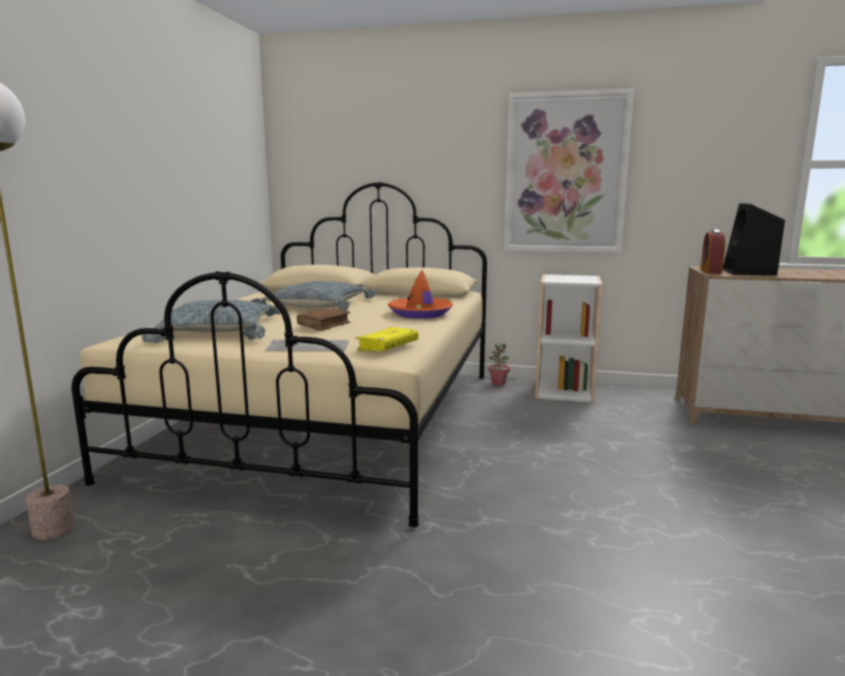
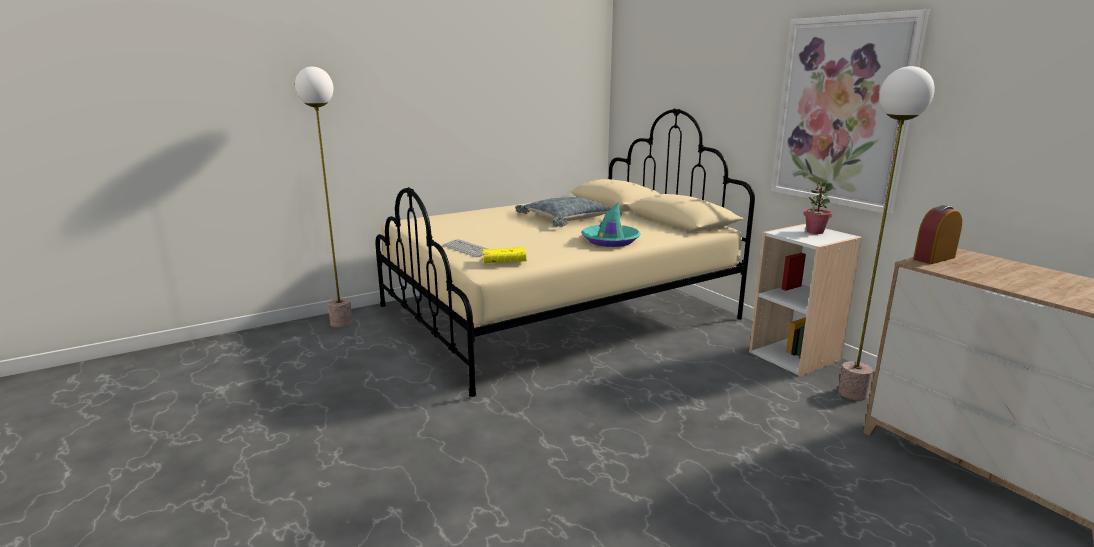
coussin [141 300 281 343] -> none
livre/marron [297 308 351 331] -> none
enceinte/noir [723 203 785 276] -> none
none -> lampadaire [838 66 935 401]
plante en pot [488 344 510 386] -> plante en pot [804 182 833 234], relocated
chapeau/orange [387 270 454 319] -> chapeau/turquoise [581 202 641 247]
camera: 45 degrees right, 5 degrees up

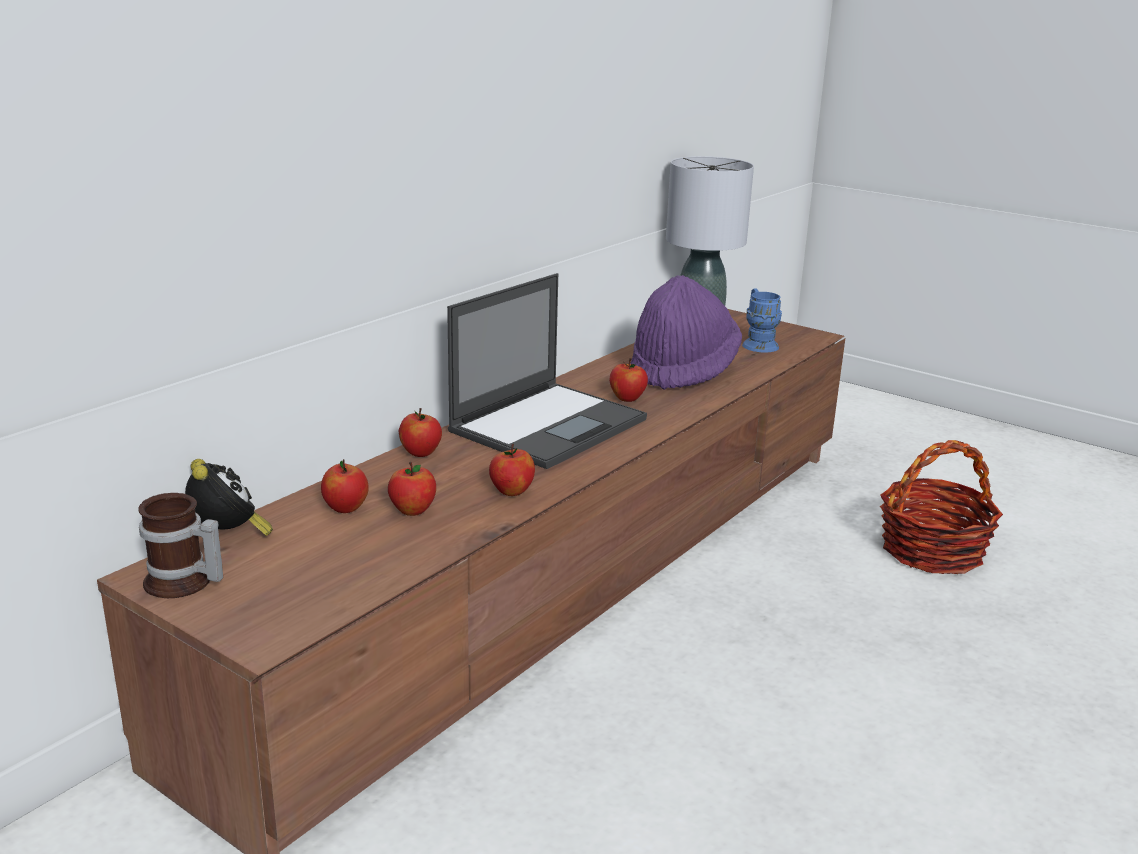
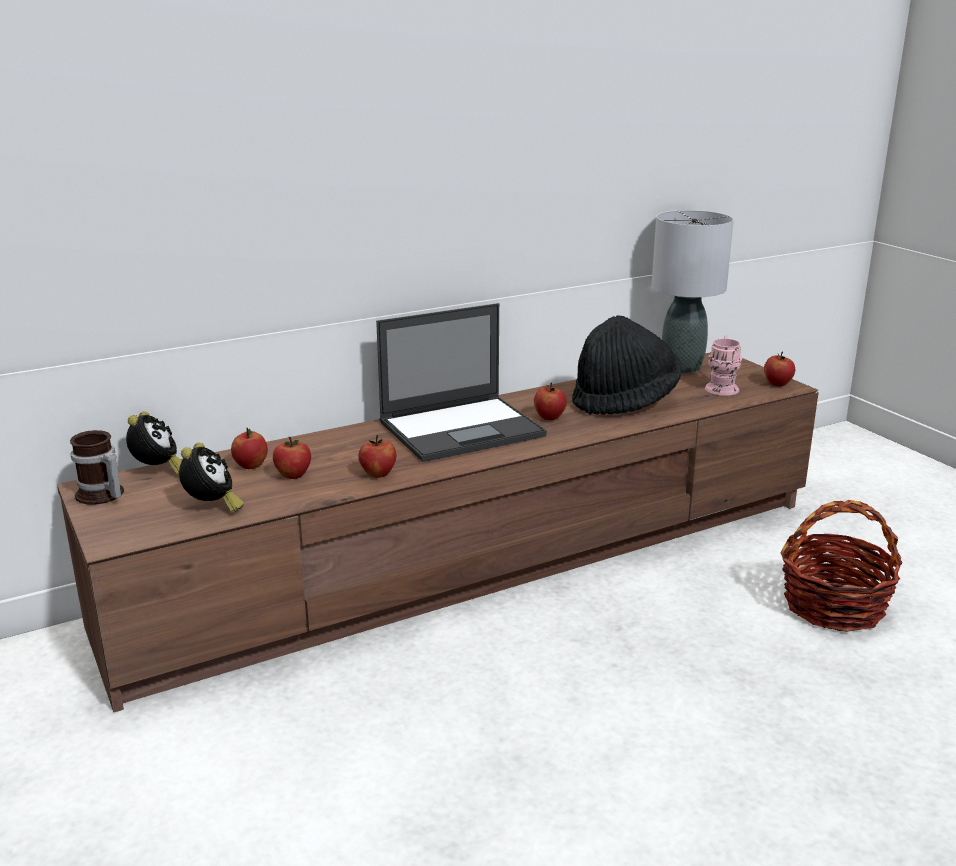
none -> réveil [179 443 244 512]
pomme [399 408 442 457] -> pomme [764 352 795 386], relocated
chapeau/violet [630 275 742 390] -> chapeau/noir [572 315 682 415]
mug/bleu [742 288 782 353] -> mug/rose [705 335 742 396]
camera: 25 degrees right, 0 degrees up

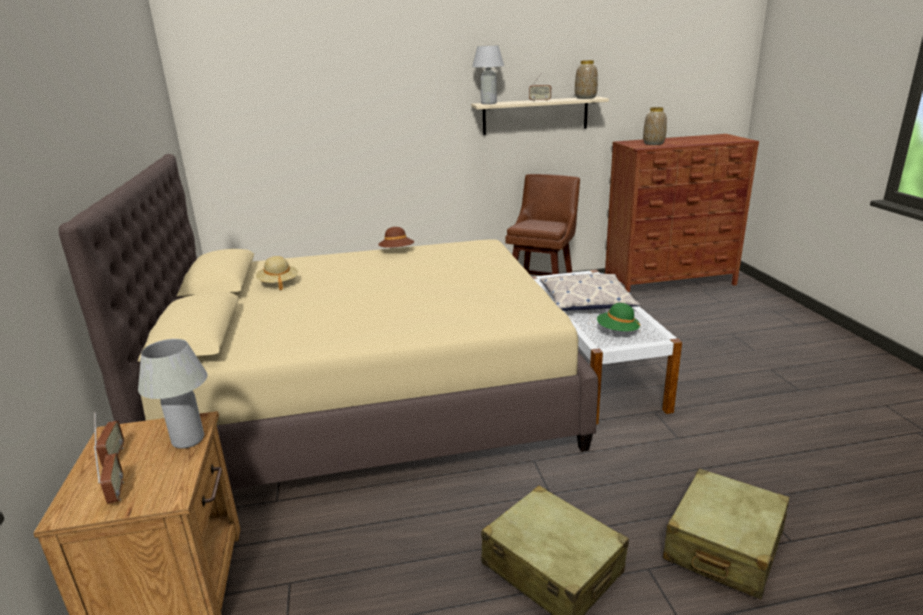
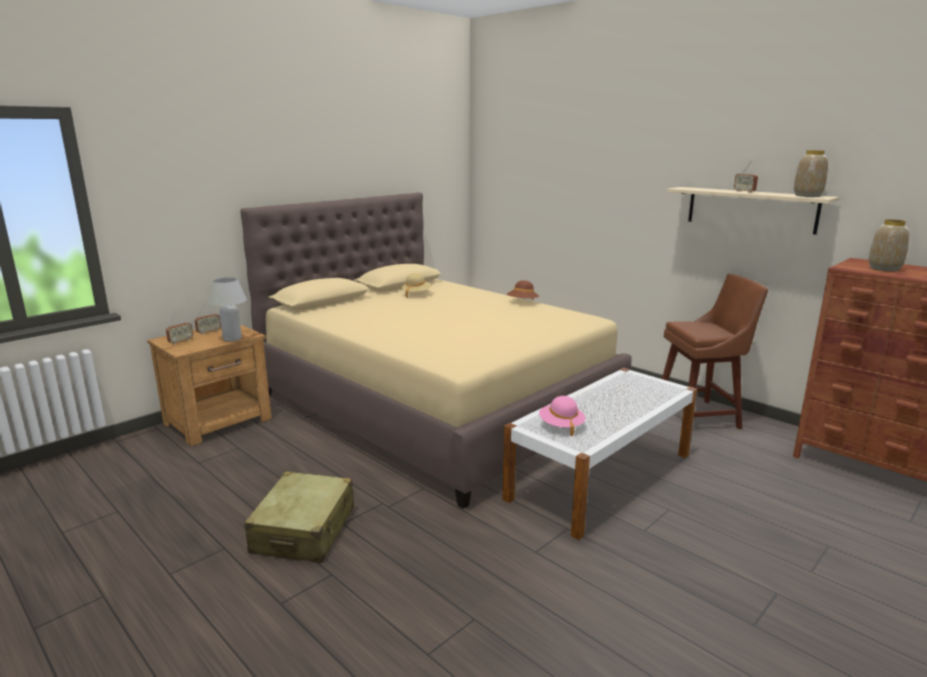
lampe de table/blanc [472 46 504 104] -> none
coussin [540 273 640 311] -> none
valise/beige [663 468 790 599] -> none
chapeau/vert [597 303 640 331] -> chapeau/rose [539 396 586 436]
camera: 55 degrees right, 5 degrees down

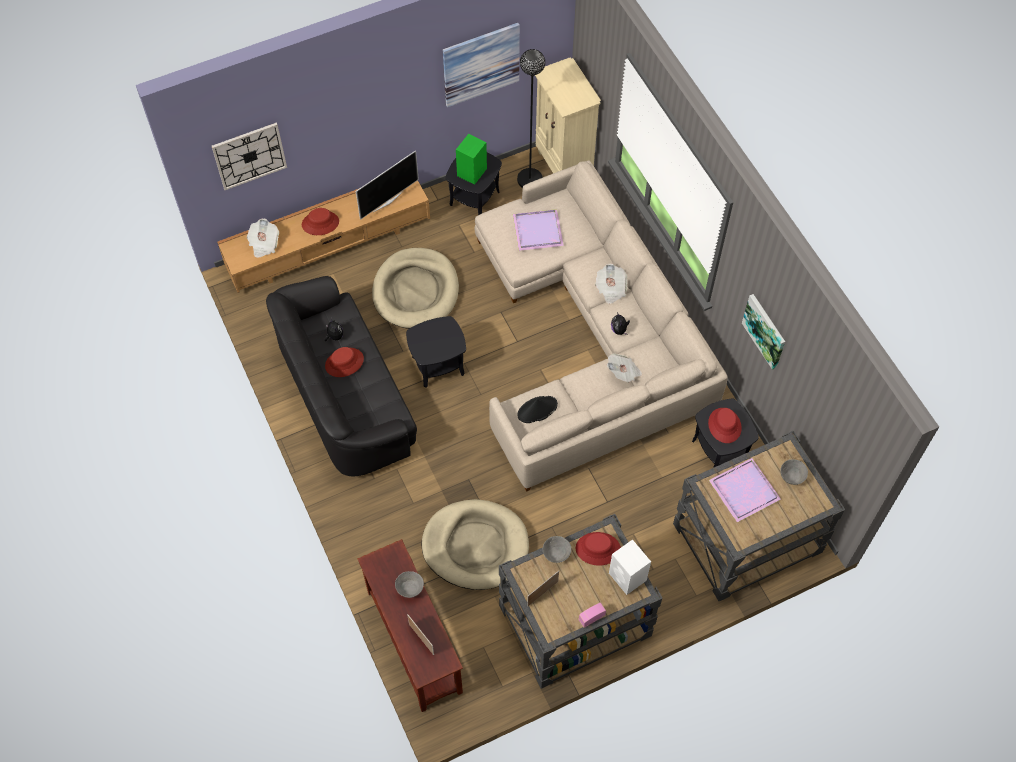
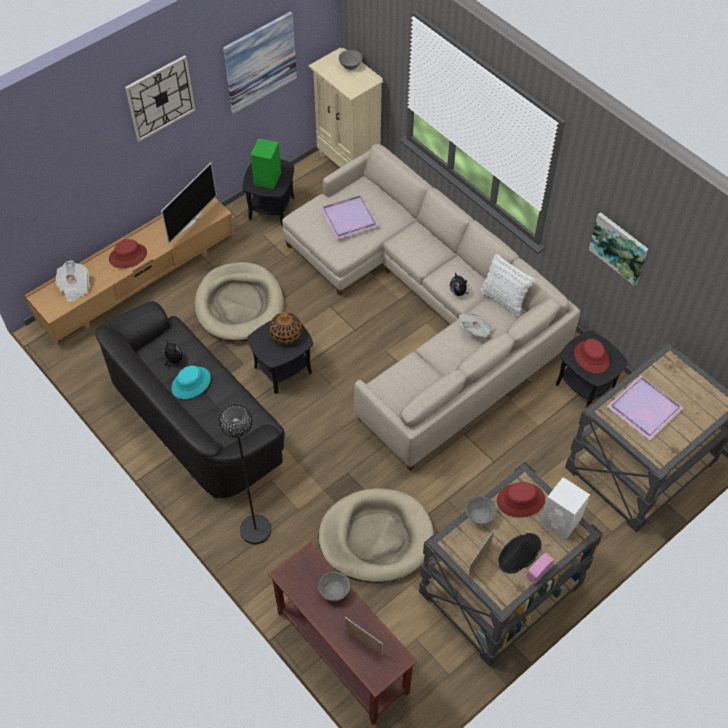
journal [595 263 627 304] -> none
none -> vase [269 312 302 344]
none -> coussin/blanc [481 254 535 316]
horloge murale [212 123 287 190] -> horloge murale [125 55 196 142], relocated
lampadaire/noir [517 49 545 188] -> lampadaire/noir [219 405 271 544], relocated
chapeau/noir [517 396 558 423] -> chapeau/noir [499 533 542 573], relocated
bol/gris [780 459 808 485] -> bol/gris [339 50 362 70], relocated
chapeau/rouge [325 347 364 377] -> chapeau/turquoise [171 366 211 399]
camera: 15 degrees left, 5 degrees down

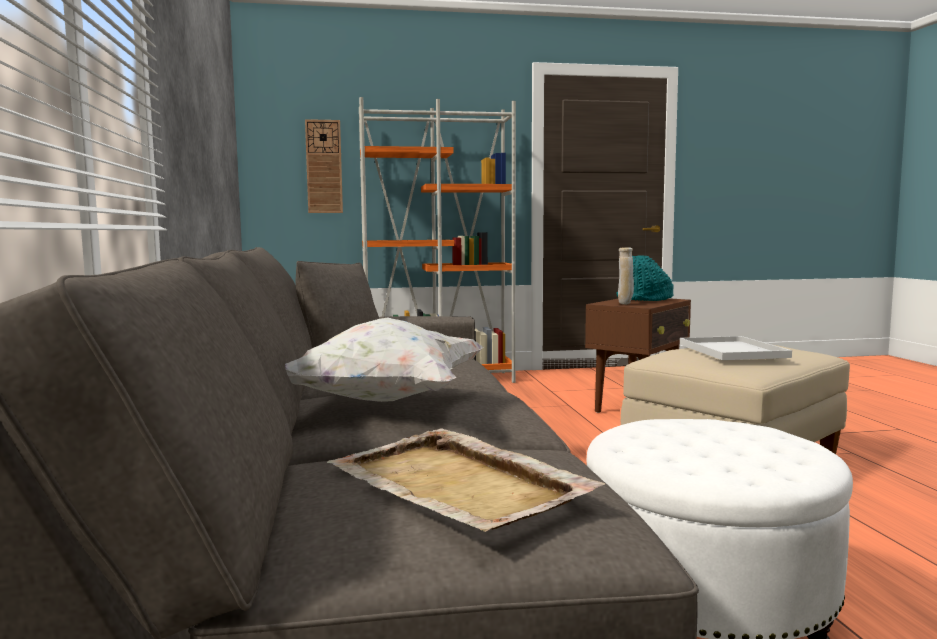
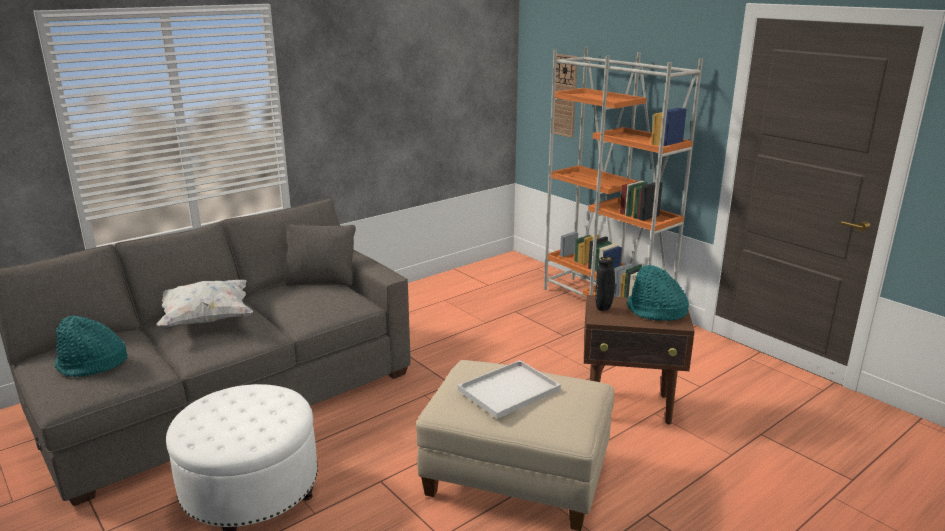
plateau/beige [327 428 605 532] -> chapeau/turquoise [54 316 128 377]
vase/beige [618 247 634 305] -> vase/noir [595 256 615 311]
camera: 60 degrees right, 15 degrees up

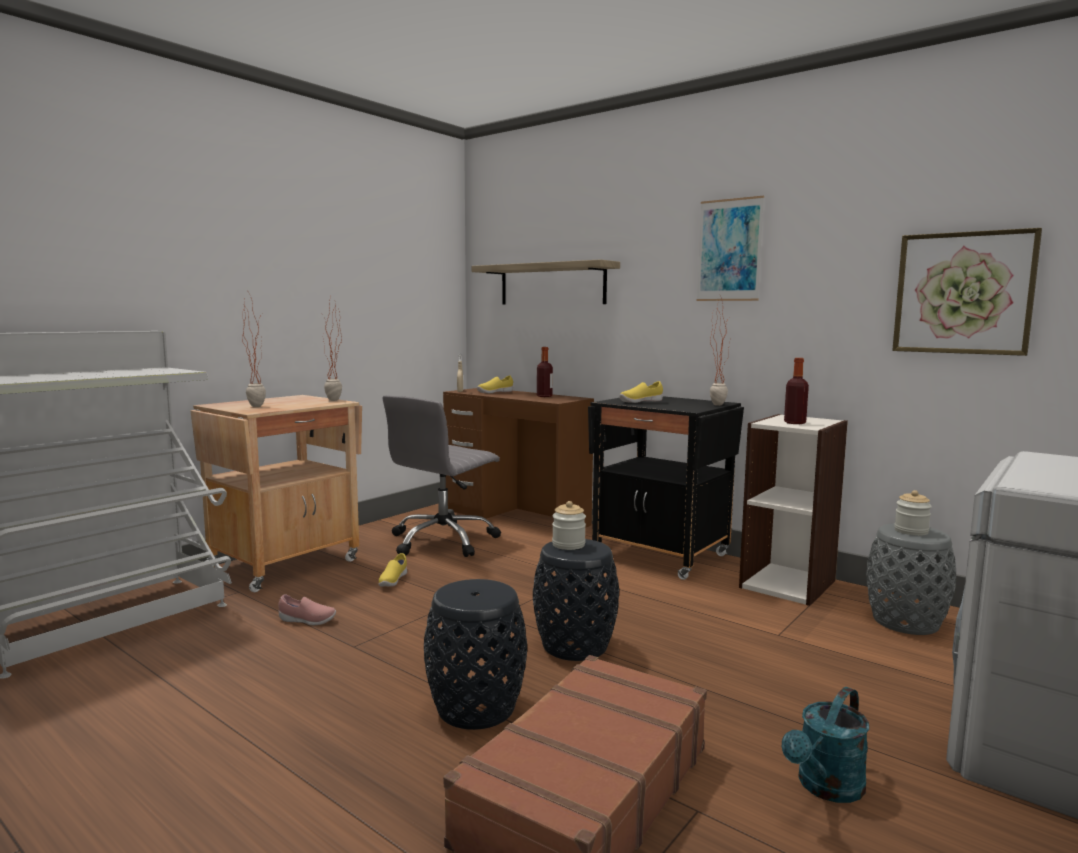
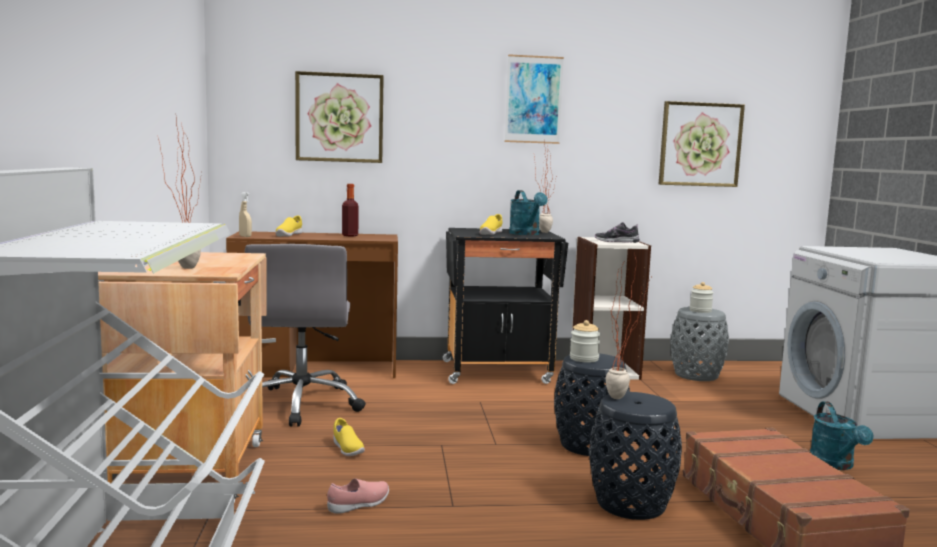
none -> arrosoir/turquoise [509 190 548 235]
plante en pot [323 294 342 401] -> plante en pot [606 257 653 399], relocated
étagère [472 259 620 304] -> tableau [295 71 384 163]
bouteille [784 358 809 424] -> chaussure [595 222 640 243]
camera: 45 degrees left, 0 degrees up

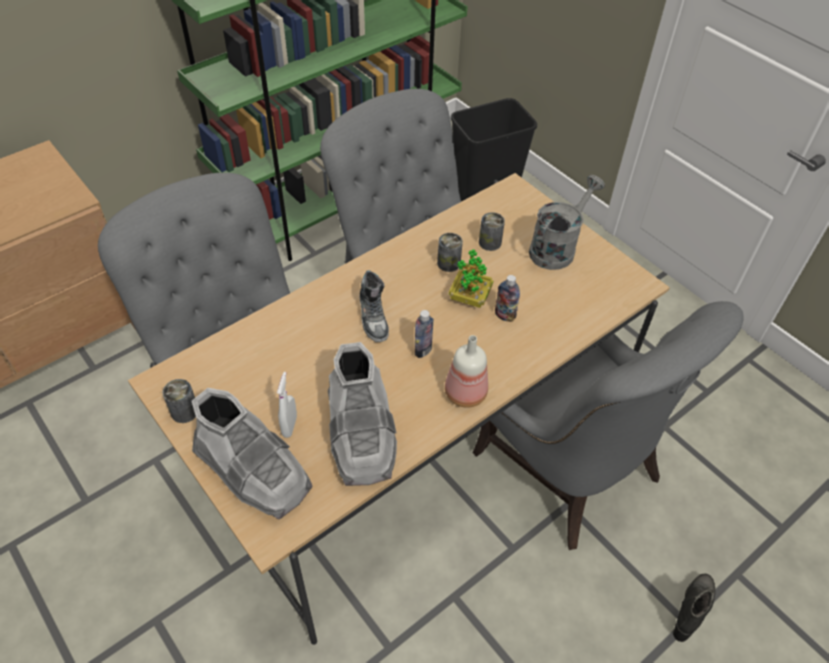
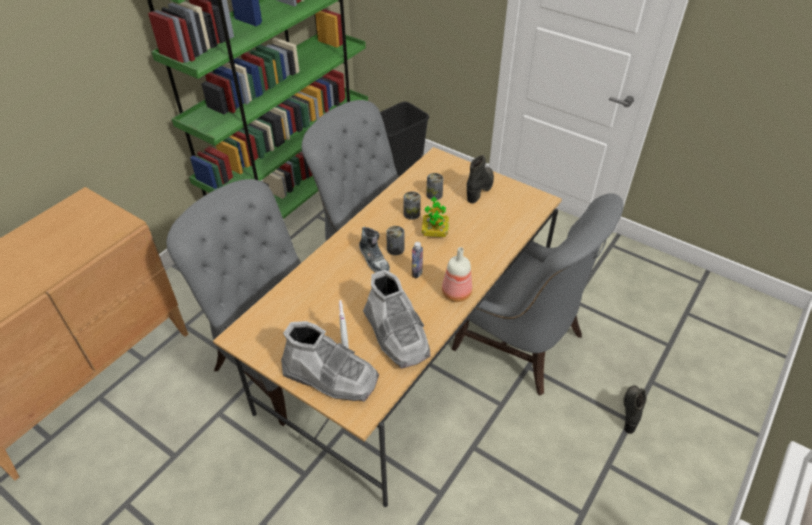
bouteille [495 275 520 322] -> none
boîte métallique [162 379 196 423] -> boîte métallique [386 226 404 255], relocated
arrosoir/gris [529 175 605 270] -> botte/noir [467 155 494 203]
camera: 15 degrees left, 5 degrees down

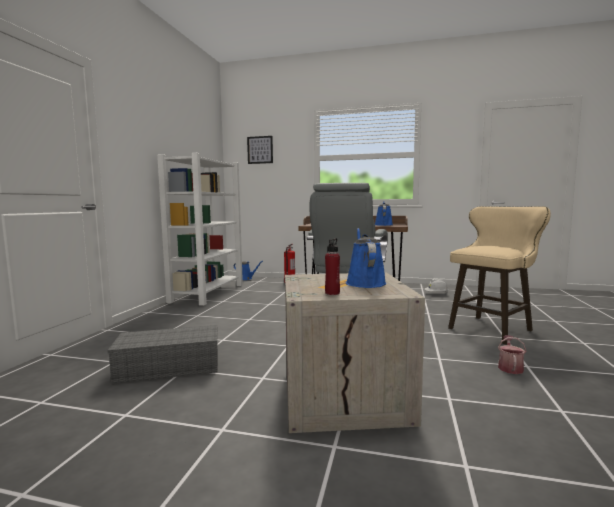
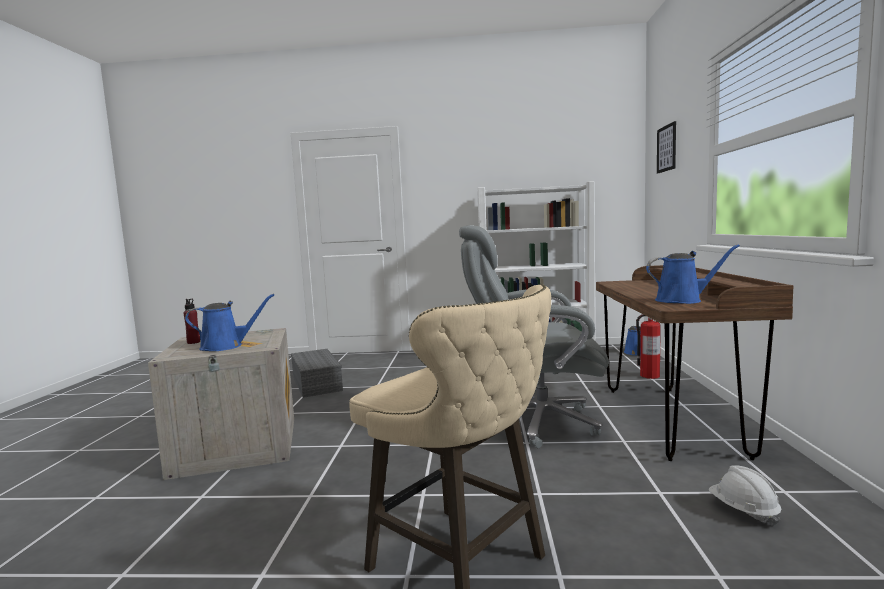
arrosoir [498 335 527 374] -> none
camera: 80 degrees right, 0 degrees up

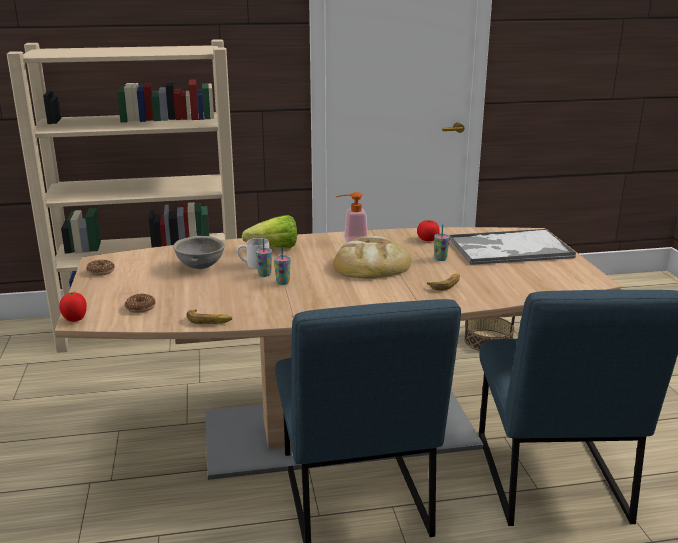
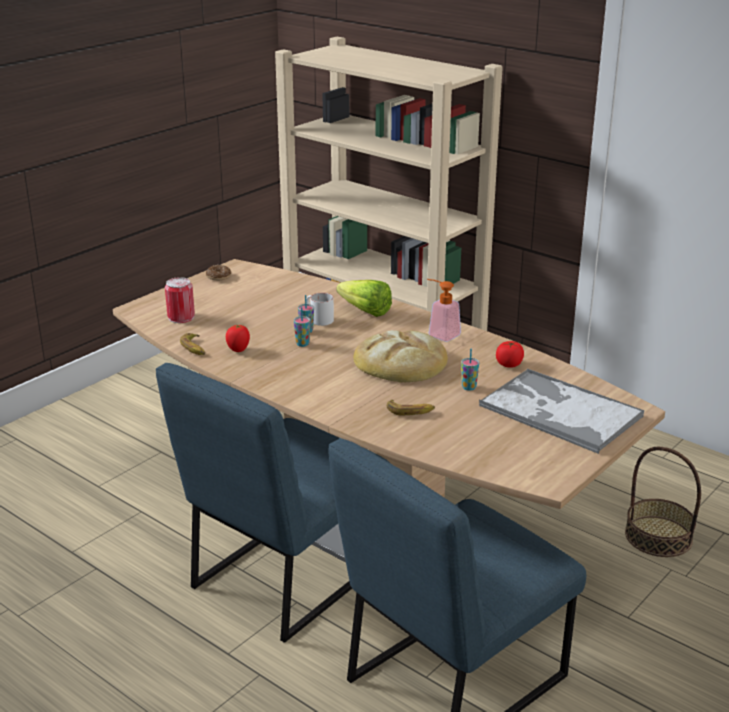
bol/gris [173 236 225 269] -> none
tomate [59 292 87 322] -> tomate [226 325 250 352], relocated
beignet [125 294 156 313] -> boîte métallique [165 277 195 323]
camera: 50 degrees right, 5 degrees up

